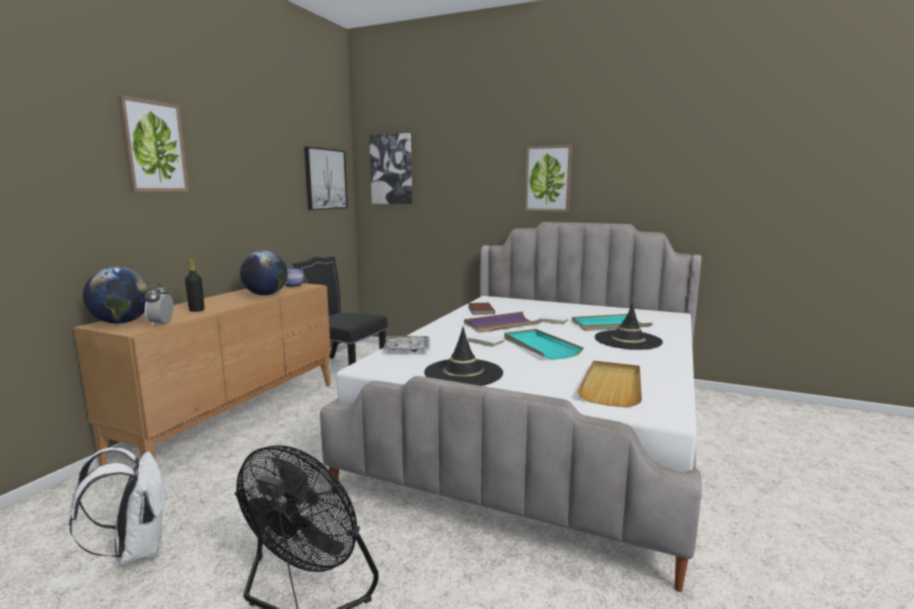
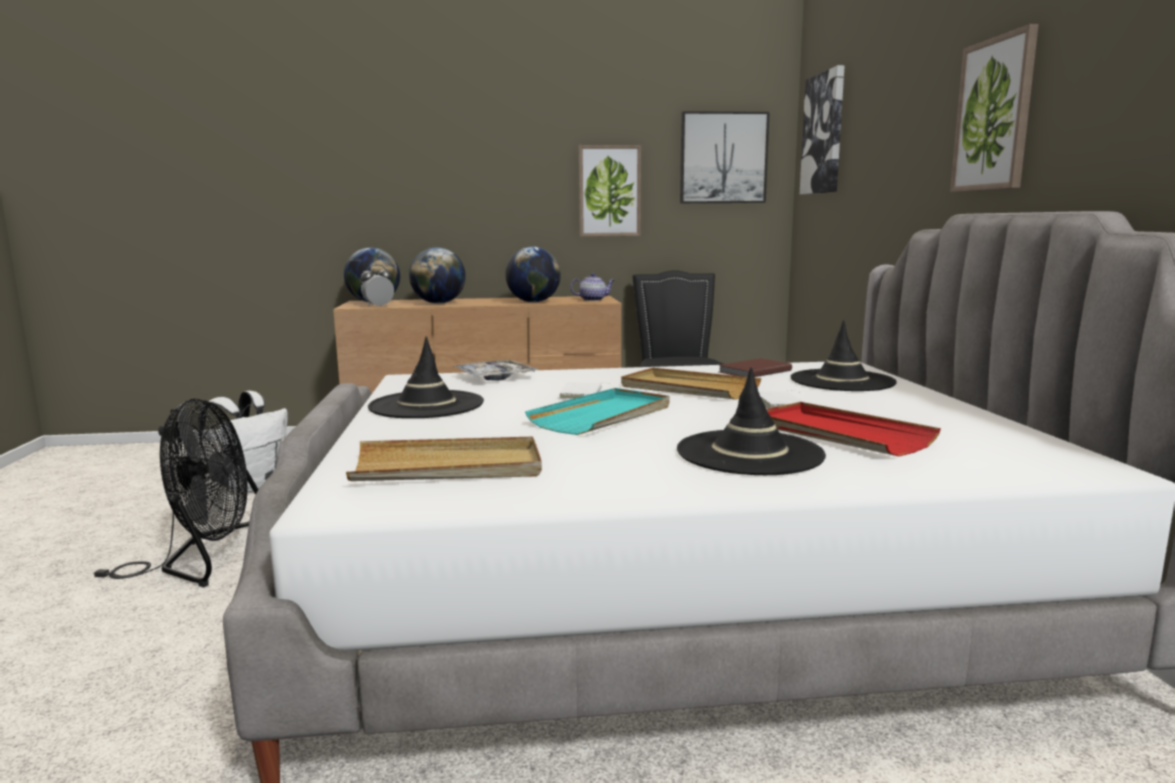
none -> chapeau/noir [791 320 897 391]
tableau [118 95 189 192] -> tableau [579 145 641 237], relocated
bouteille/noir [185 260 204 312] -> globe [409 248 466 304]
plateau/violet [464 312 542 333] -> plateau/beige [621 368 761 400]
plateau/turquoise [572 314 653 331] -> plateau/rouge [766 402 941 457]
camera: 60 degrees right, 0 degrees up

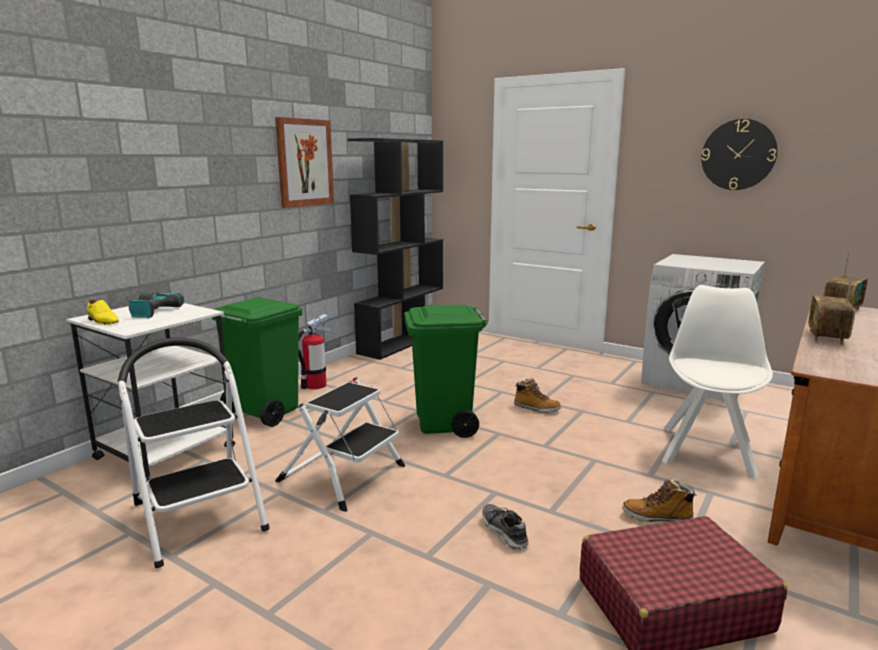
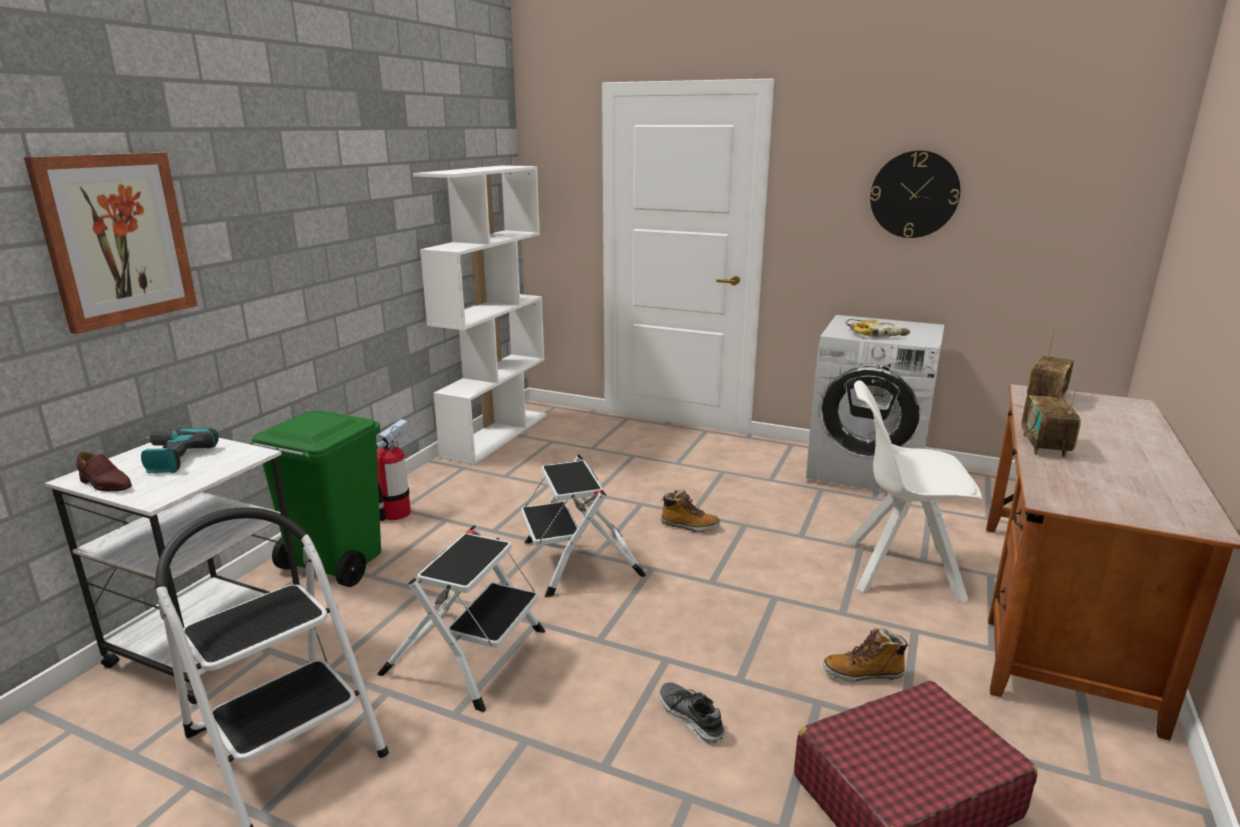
none -> perceuse [845 319 910 337]
tableau [275 117 334 208] -> tableau [24 153 198 334], relocated
poubelle/vert [404 305 488 438] -> escabeau [521 455 646 597]
chaussure/jaune [87 299 119 325] -> chaussure/marron [76 452 132 492]
bibliothèque/noir [348 138 443 360] -> bibliothèque/blanc [413 165 546 465]
chaise/blanc [662 285 773 478] -> chaise/blanc [848 380 982 602], 90 degrees counterclockwise
camera: 10 degrees left, 5 degrees up

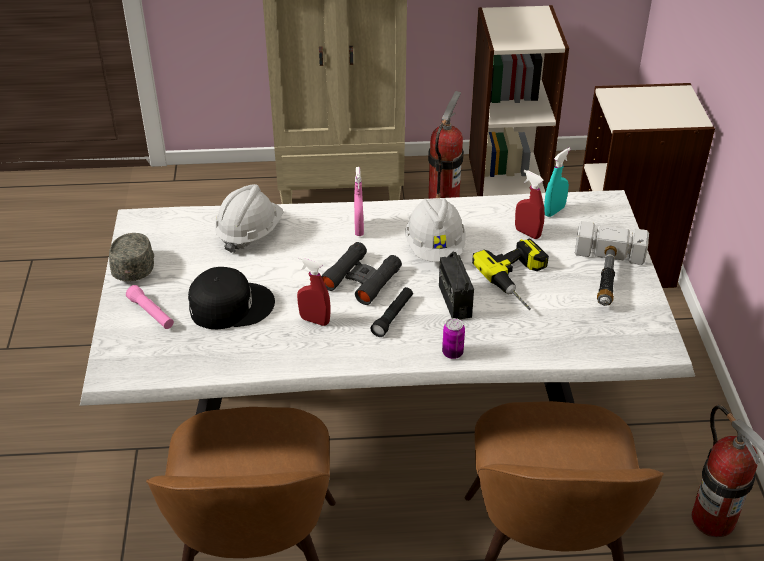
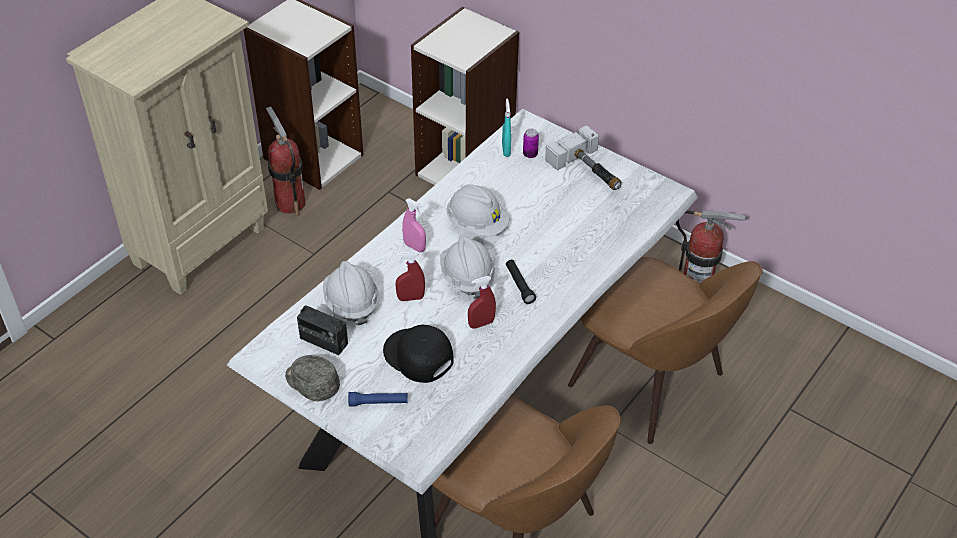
perceuse [472 239 549 310] -> none
radio [439 252 474 319] -> radio [297 305 348 355], relocated
boîte métallique [442 318 465 359] -> boîte métallique [523 128 539 158], relocated
vaporisateur/rouge [515 169 545 239] -> vaporisateur/rouge [395 251 425 301], relocated
jumelles/noir [321 242 402 305] -> casque de chantier/blanc [440 236 495 299]
lampe de poche/rose [126 285 174 329] -> lampe de poche/bleu [348 392 408 407]
casquette/noir [188 267 275 329] -> casquette/noir [383 325 454 383], 75 degrees counterclockwise
camera: 50 degrees left, 5 degrees up

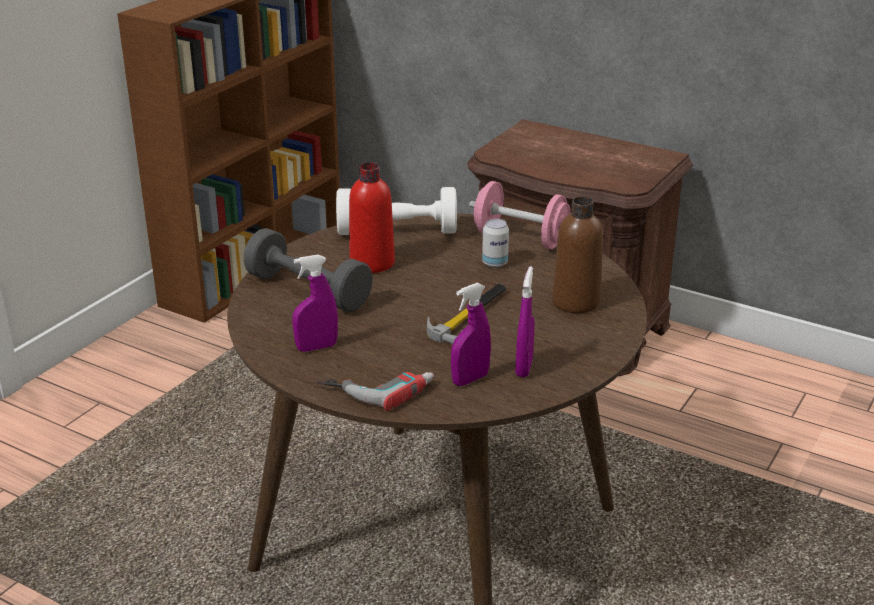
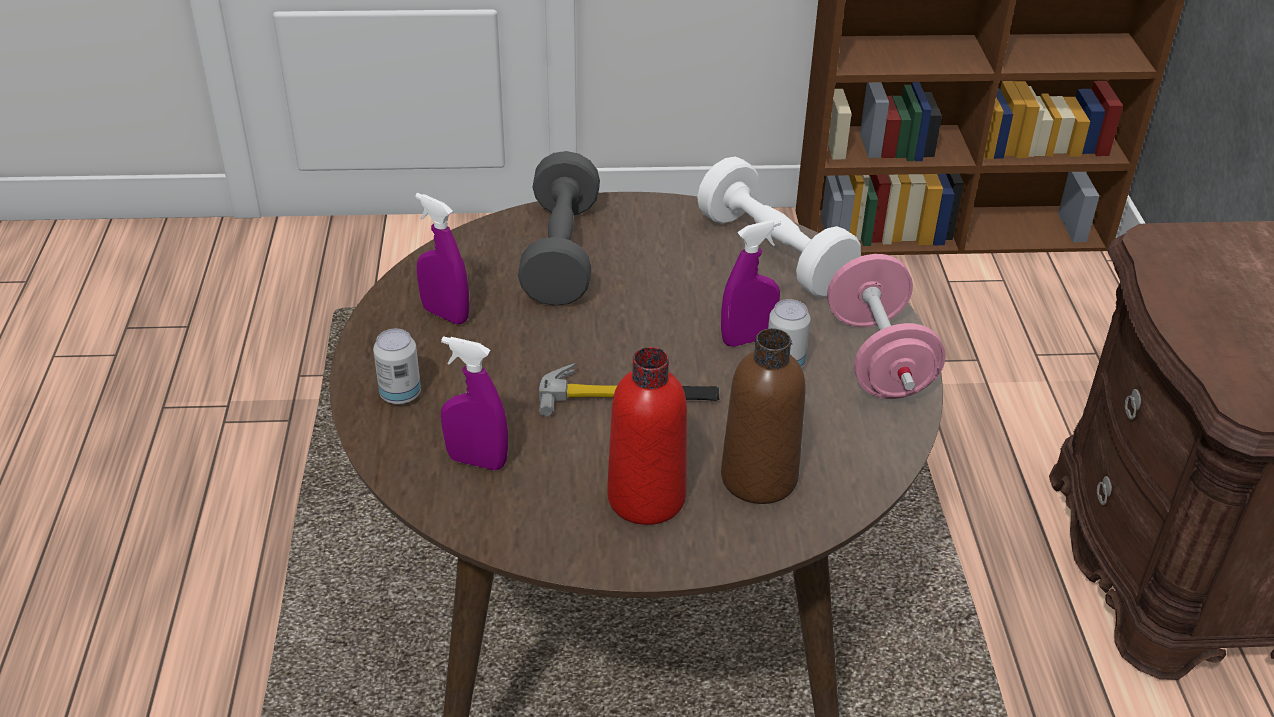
bouteille/rouge [349 163 395 273] -> bouteille/rouge [607 347 687 525], relocated
vaporisateur/violet [516 267 535 377] -> vaporisateur/violet [721 219 781 347], relocated
perceuse [316 372 434 411] -> boîte métallique [373 329 421 404]
camera: 55 degrees right, 10 degrees up

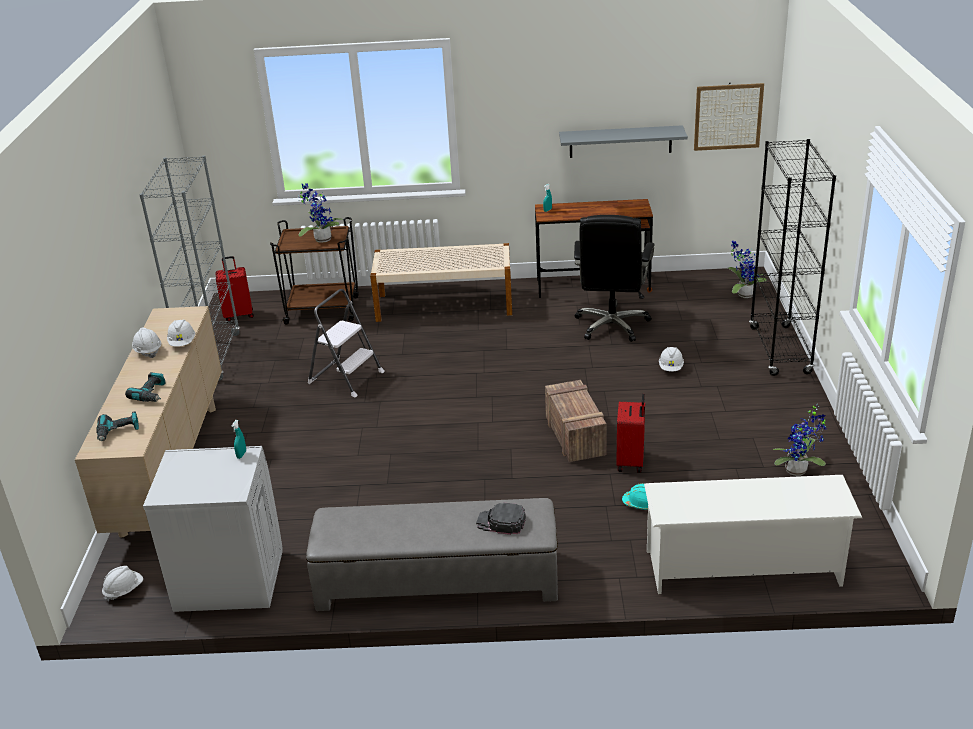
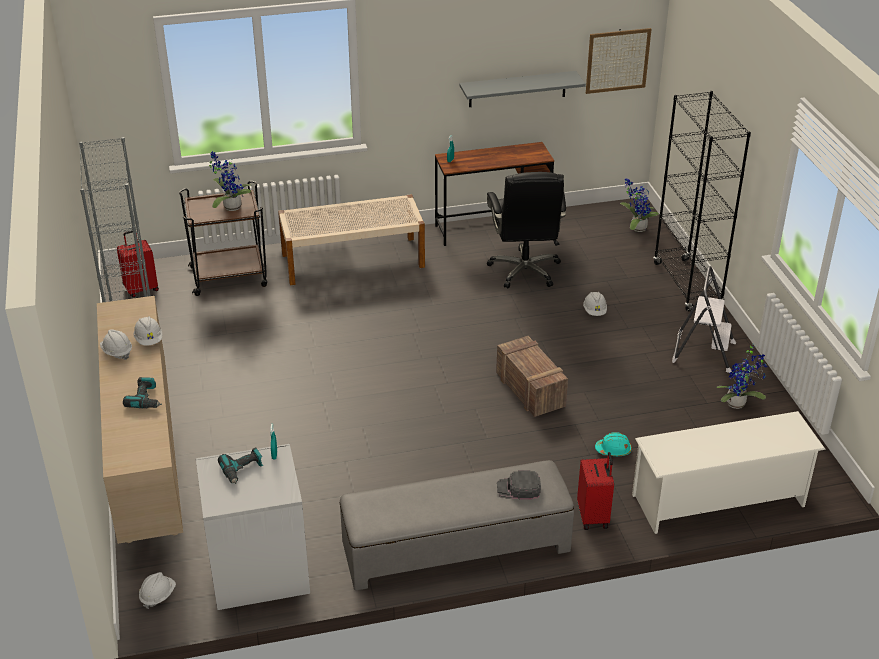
perceuse [96 411 139 441] -> perceuse [218 447 263 484], relocated
escabeau/blanc [308 289 385 397] -> escabeau/blanc [672 266 736 373], relocated
valise/rouge [616 394 645 473] -> valise/rouge [577 452 614 530], relocated
camera: 15 degrees left, 5 degrees up

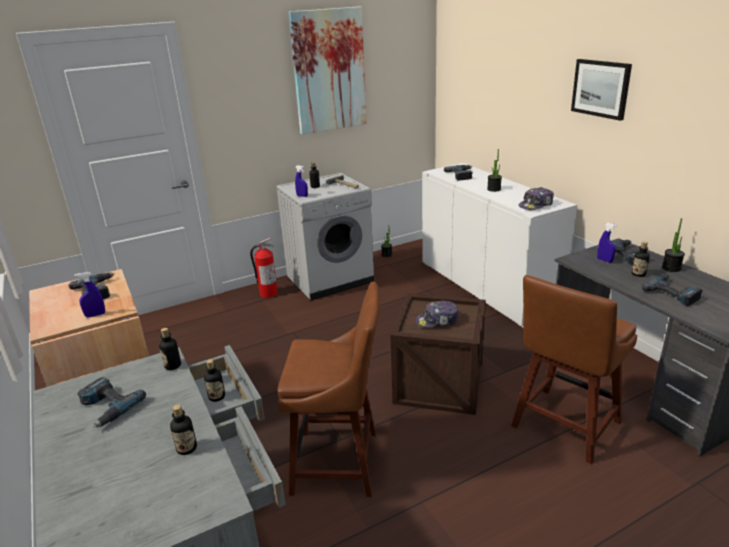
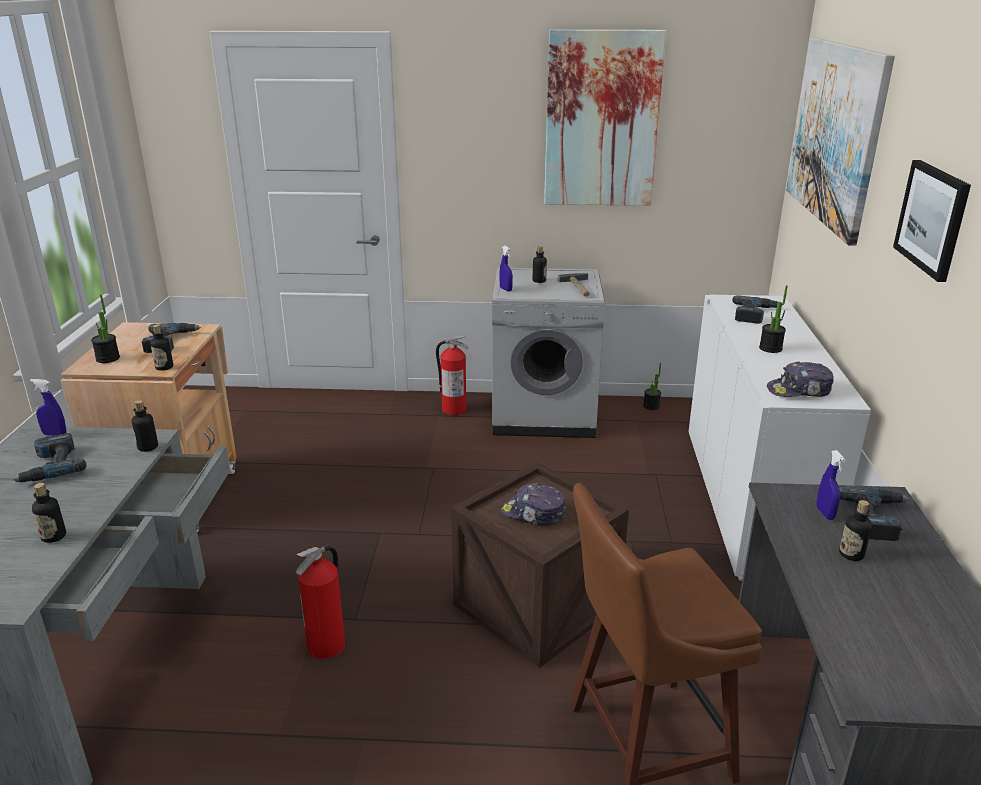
perceuse [642 274 703 306] -> none
none -> tableau [786 38 895 246]
vaporisateur/bleu [74 272 105 317] -> vaporisateur/bleu [30 379 66 436], relocated
bouteille [204 359 225 402] -> bouteille [150 324 173 371], relocated
plante en pot [662 218 685 272] -> plante en pot [91 295 120 363], relocated
chaise/marron [277 281 380 497] -> extincteur [296 546 345 659]
camera: 30 degrees right, 0 degrees up

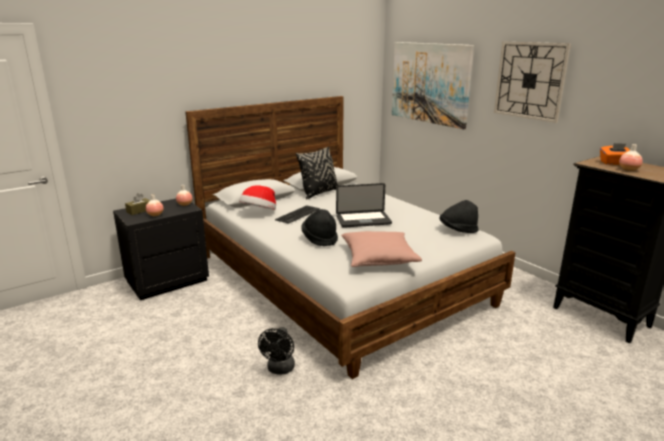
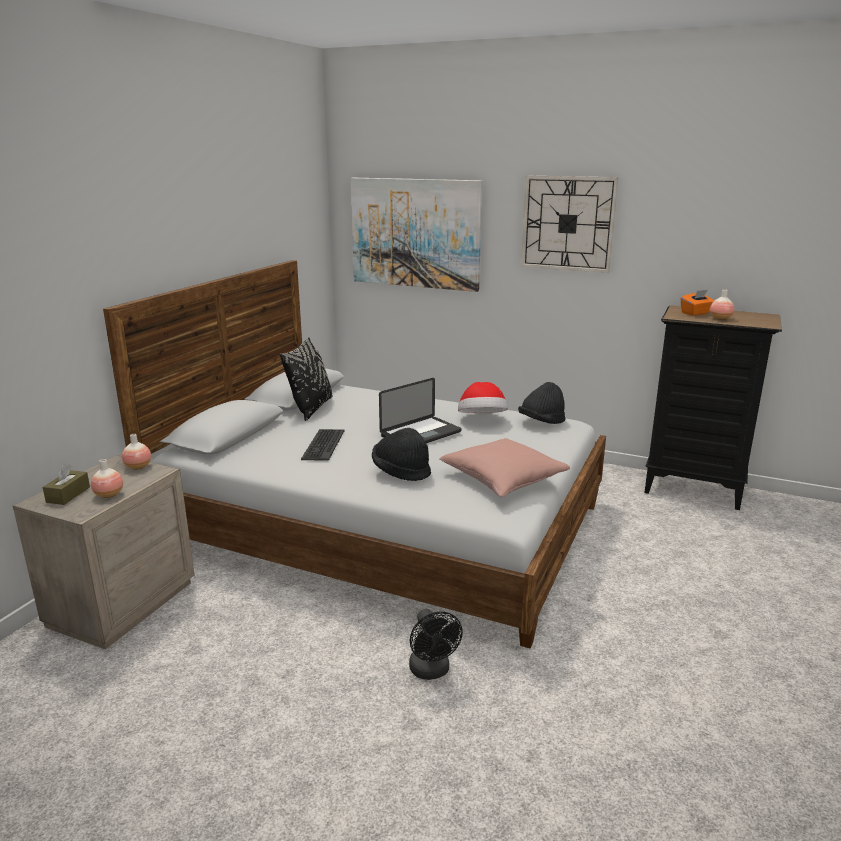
chapeau [239 185 276 210] -> chapeau [458 382 508 413], relocated
table de chevet/noir [113 199 209 300] -> table de chevet/beige [13 455 195 649]
camera: 30 degrees left, 0 degrees up

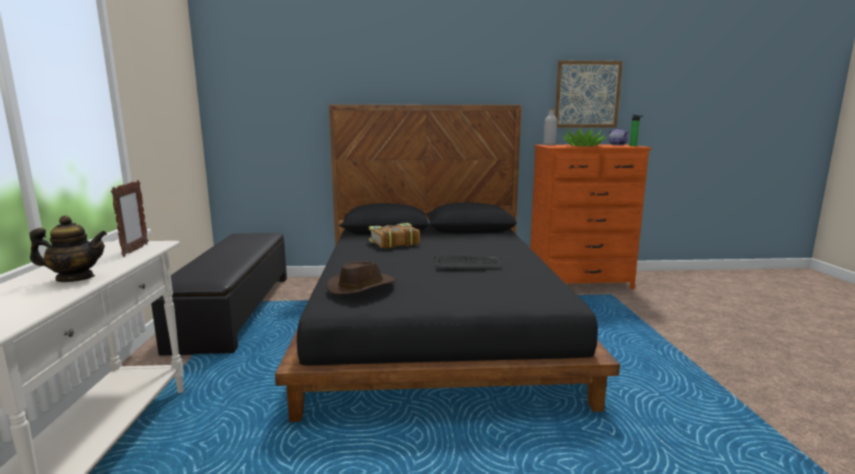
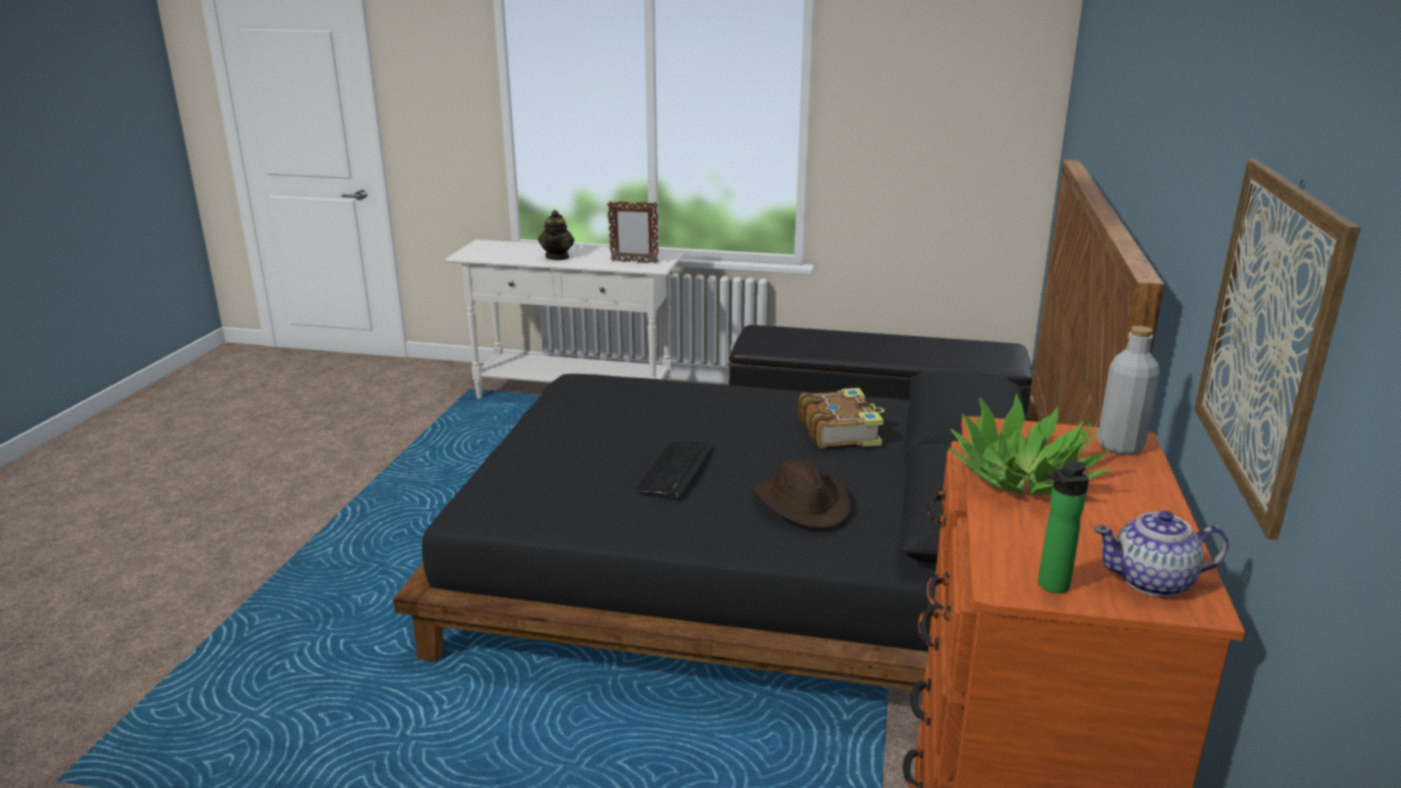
chapeau/marron [327 261 395 295] -> chapeau/marron [752 459 850 529], relocated
camera: 105 degrees right, 10 degrees up

